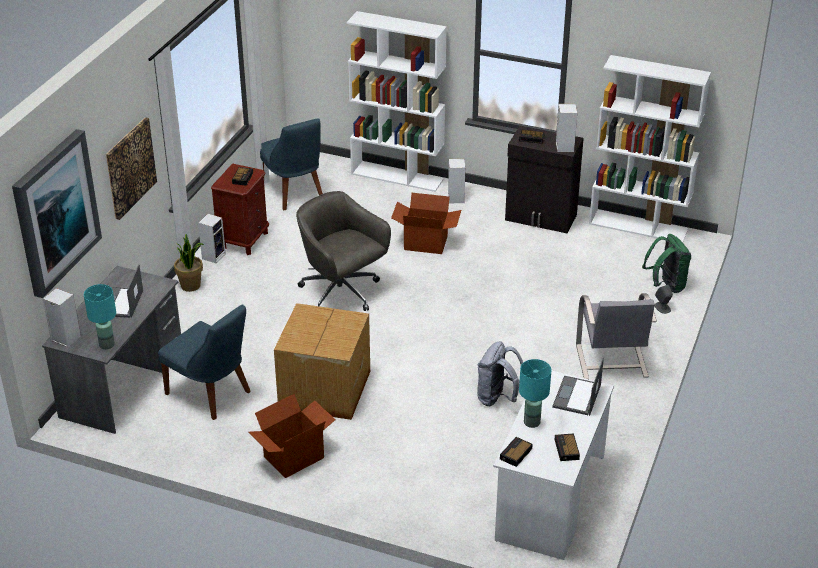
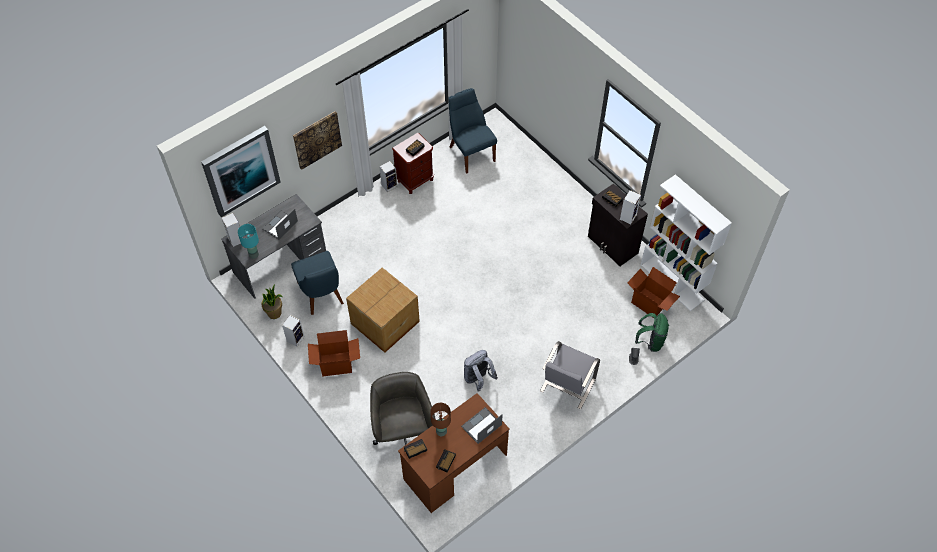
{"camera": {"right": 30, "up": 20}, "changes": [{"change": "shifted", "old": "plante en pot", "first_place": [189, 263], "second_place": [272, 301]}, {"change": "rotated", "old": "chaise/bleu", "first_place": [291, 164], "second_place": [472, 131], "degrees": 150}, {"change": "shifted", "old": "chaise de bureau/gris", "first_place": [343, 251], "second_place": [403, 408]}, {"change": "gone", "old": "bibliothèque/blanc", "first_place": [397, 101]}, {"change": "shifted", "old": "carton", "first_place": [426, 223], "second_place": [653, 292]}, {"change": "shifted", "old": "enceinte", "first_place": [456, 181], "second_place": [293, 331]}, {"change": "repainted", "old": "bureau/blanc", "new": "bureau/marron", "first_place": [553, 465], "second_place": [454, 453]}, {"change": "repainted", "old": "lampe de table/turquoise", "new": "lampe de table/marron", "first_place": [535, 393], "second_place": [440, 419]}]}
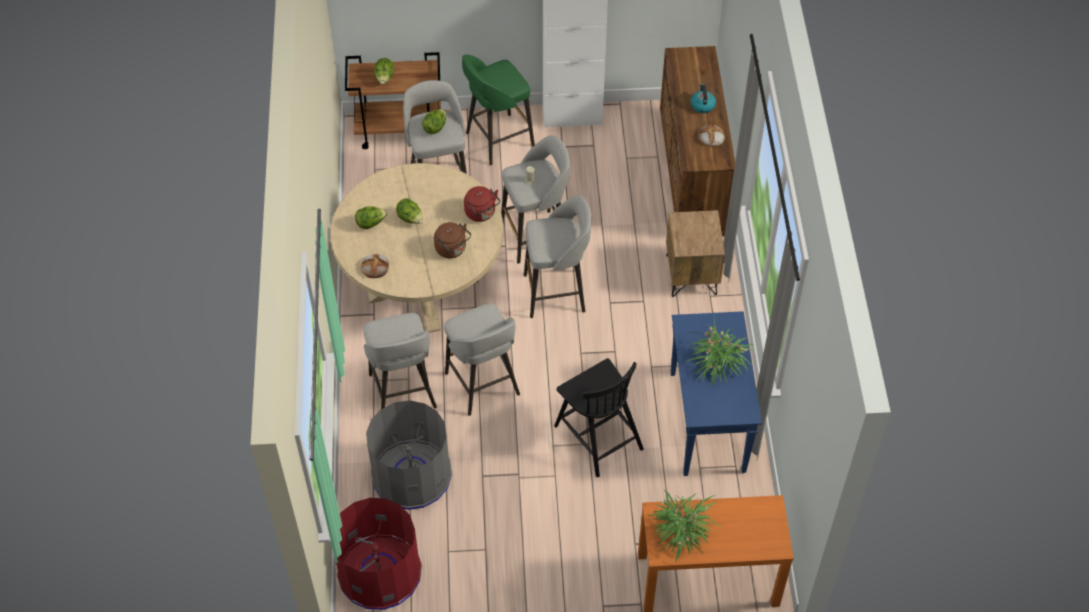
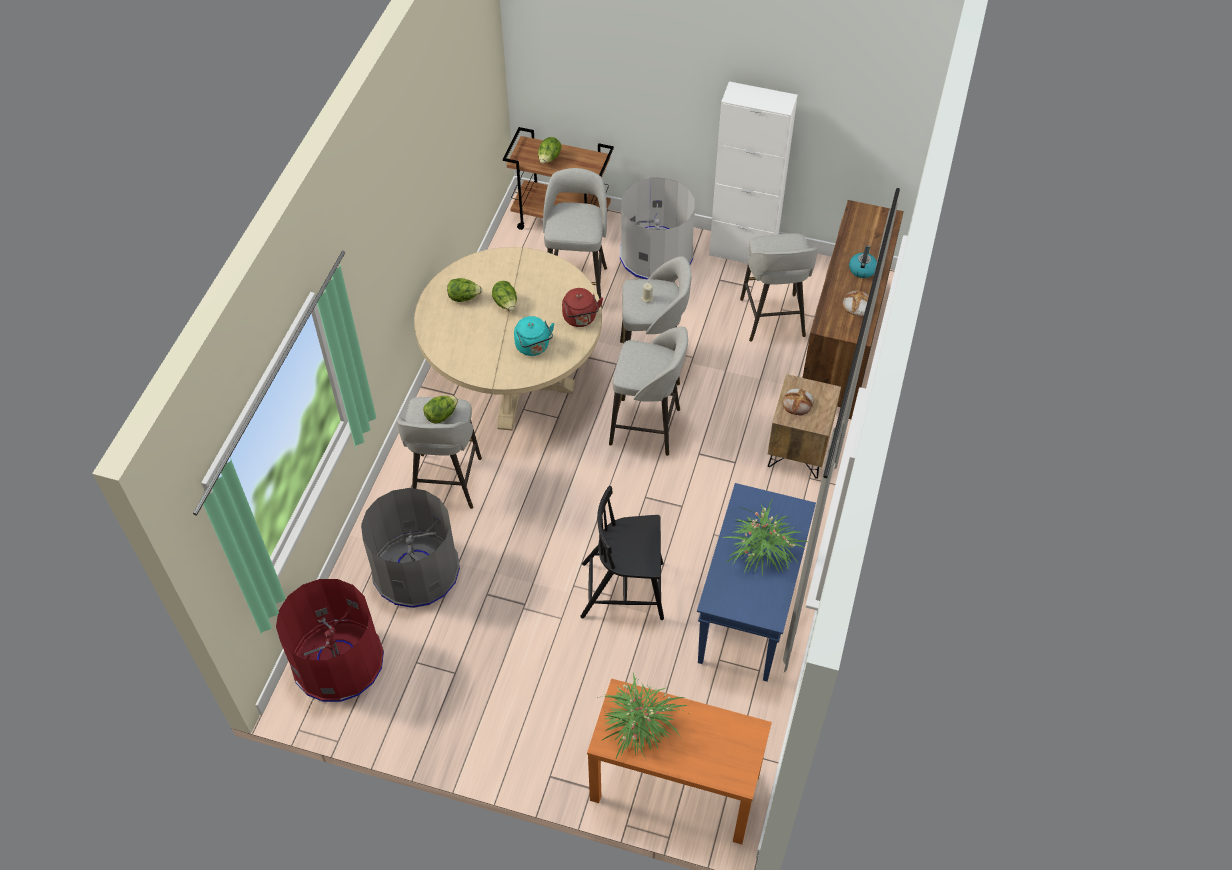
{"camera": {"right": 20, "up": 0}, "changes": [{"change": "shifted", "old": "pain", "first_place": [375, 266], "second_place": [798, 402]}, {"change": "shifted", "old": "laitue", "first_place": [434, 121], "second_place": [440, 410]}, {"change": "repainted", "old": "bouilloire/marron", "new": "bouilloire/turquoise", "first_place": [452, 240], "second_place": [534, 336]}, {"change": "shifted", "old": "tabouret/gris", "first_place": [482, 359], "second_place": [779, 287]}, {"change": "swapped", "old": "tabouret/vert", "new": "poubelle/gris", "first_place": [498, 110], "second_place": [657, 228]}, {"change": "rotated", "old": "chaise/noir", "first_place": [599, 417], "second_place": [622, 553], "degrees": 105}]}
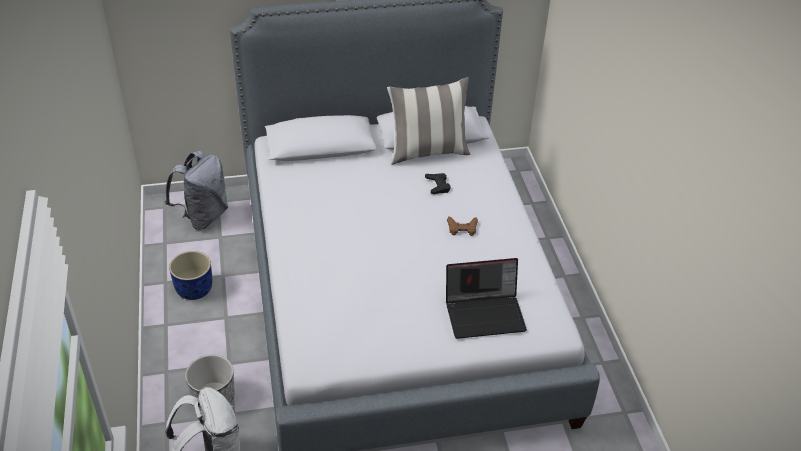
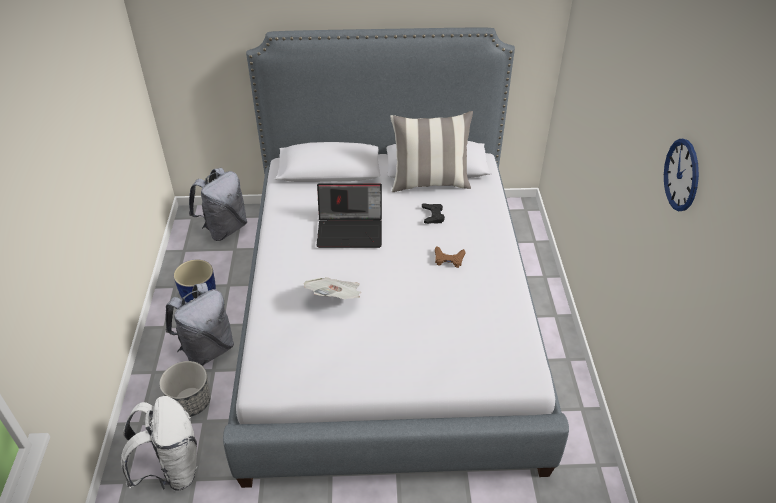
{"camera": {"right": 10, "up": 0}, "changes": [{"change": "shifted", "old": "ordinateur portable", "first_place": [486, 298], "second_place": [349, 215]}, {"change": "new", "new": "sac à dos/gris", "second_place": [200, 324]}, {"change": "new", "new": "journal", "second_place": [332, 288]}, {"change": "new", "new": "horloge murale", "second_place": [681, 175]}]}
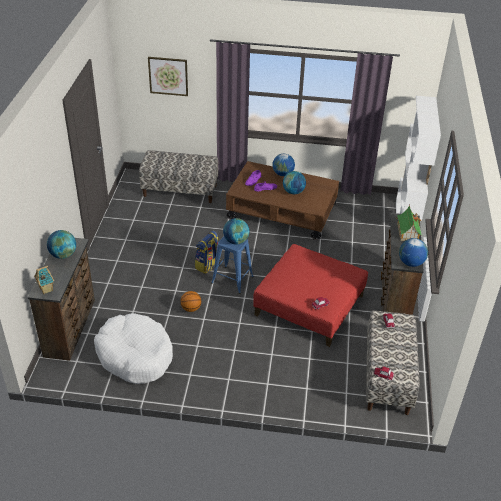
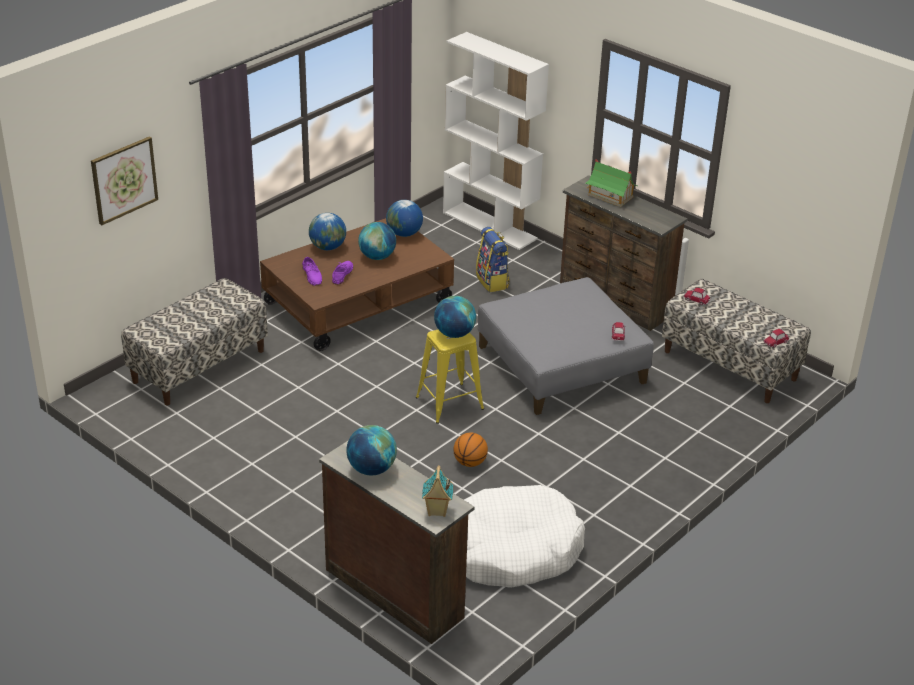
{"camera": {"right": -55, "up": -5}, "changes": [{"change": "shifted", "old": "sac à dos", "first_place": [207, 252], "second_place": [493, 259]}, {"change": "repainted", "old": "tabouret/bleu", "new": "tabouret/jaune", "first_place": [232, 265], "second_place": [450, 377]}, {"change": "repainted", "old": "pouf/rouge", "new": "pouf/gris", "first_place": [310, 295], "second_place": [566, 346]}, {"change": "shifted", "old": "globe", "first_place": [413, 252], "second_place": [404, 218]}]}
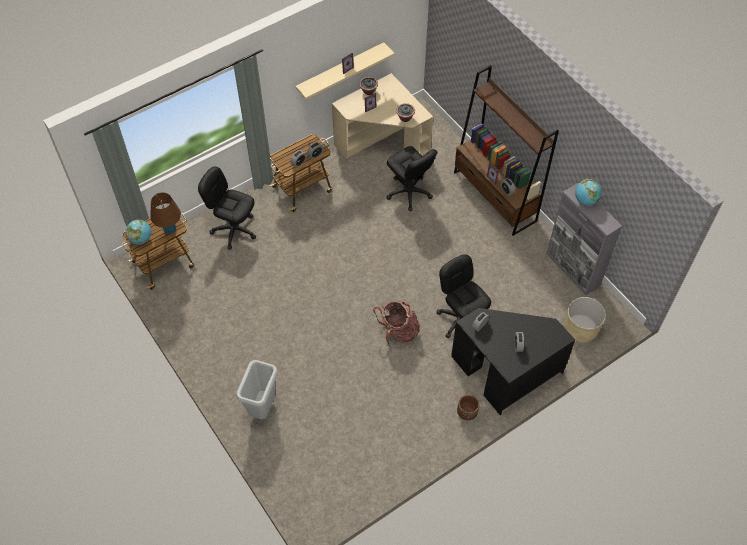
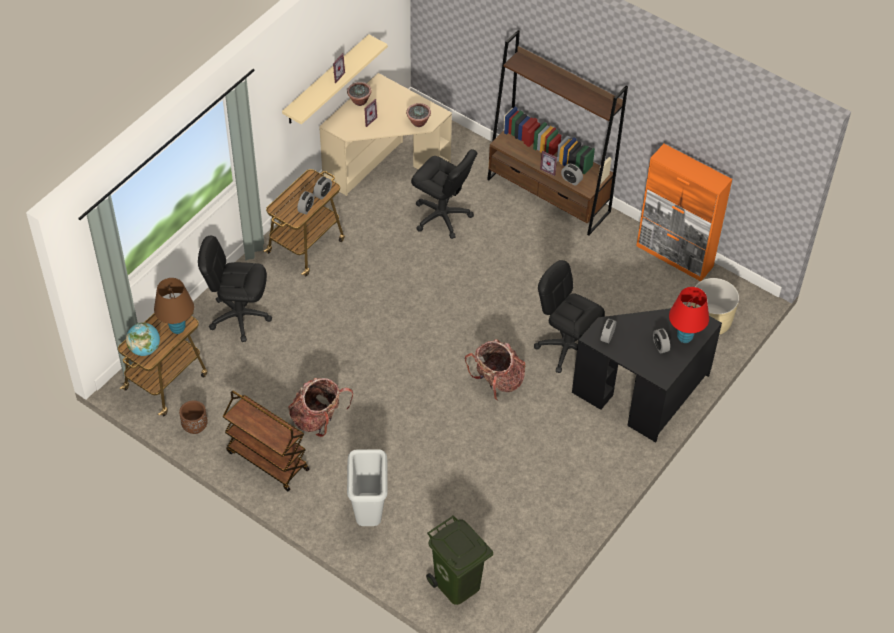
{"camera": {"right": -20, "up": -5}, "changes": [{"change": "shifted", "old": "cache-pot/marron", "first_place": [468, 407], "second_place": [193, 417]}, {"change": "repainted", "old": "meuble de rangement/gris", "new": "meuble de rangement/orange", "first_place": [584, 239], "second_place": [684, 212]}, {"change": "gone", "old": "globe", "first_place": [588, 192]}, {"change": "new", "new": "chariot/marron", "second_place": [265, 441]}, {"change": "new", "new": "sac à dos", "second_place": [320, 407]}, {"change": "new", "new": "poubelle/vert", "second_place": [459, 560]}, {"change": "new", "new": "lampe de table/rouge", "second_place": [689, 315]}]}
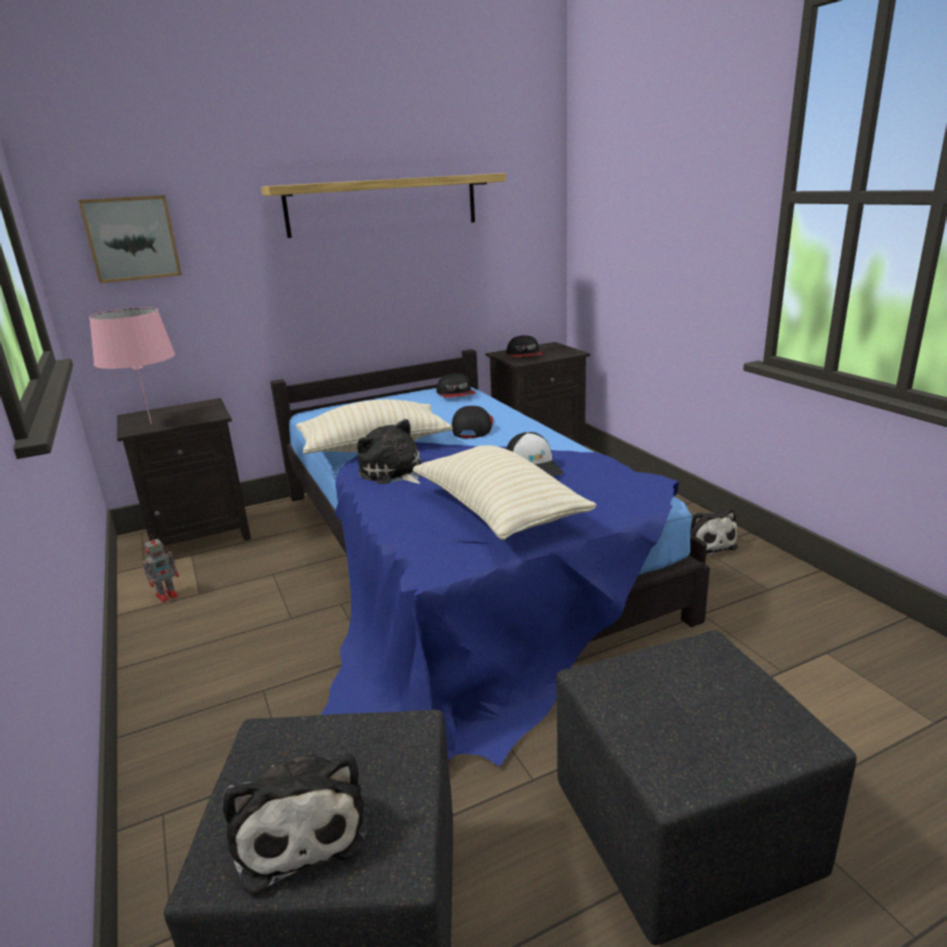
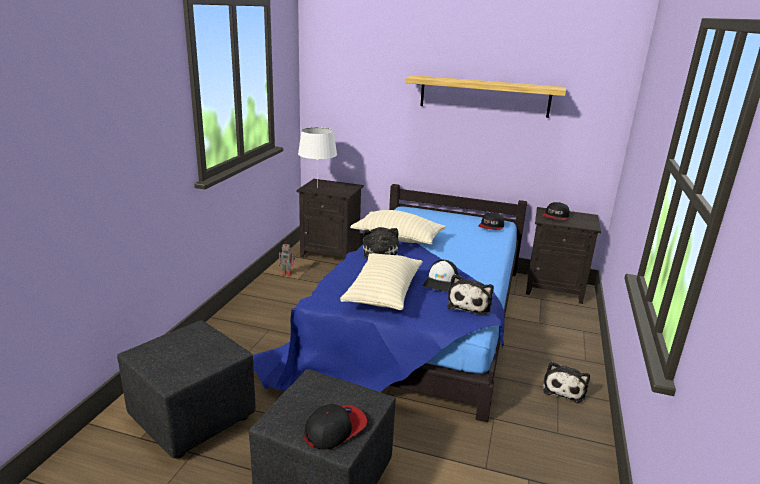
{"camera": {"right": 40, "up": 0}, "changes": [{"change": "gone", "old": "tableau", "first_place": [130, 239]}, {"change": "repainted", "old": "lampe de table/rose", "new": "lampe de table/blanc", "first_place": [132, 365], "second_place": [317, 155]}, {"change": "shifted", "old": "peluche", "first_place": [294, 824], "second_place": [470, 294]}, {"change": "shifted", "old": "casquette", "first_place": [472, 422], "second_place": [335, 427]}]}
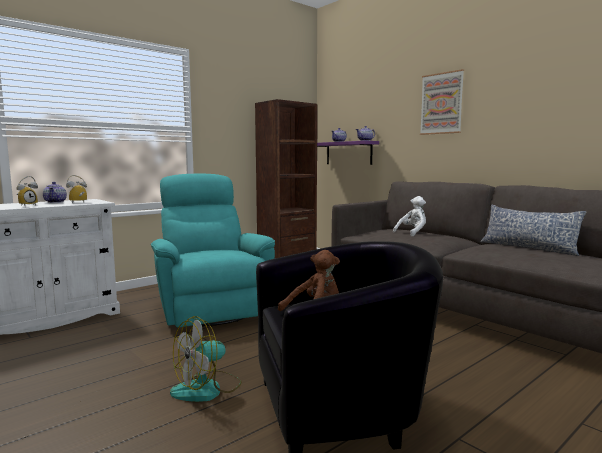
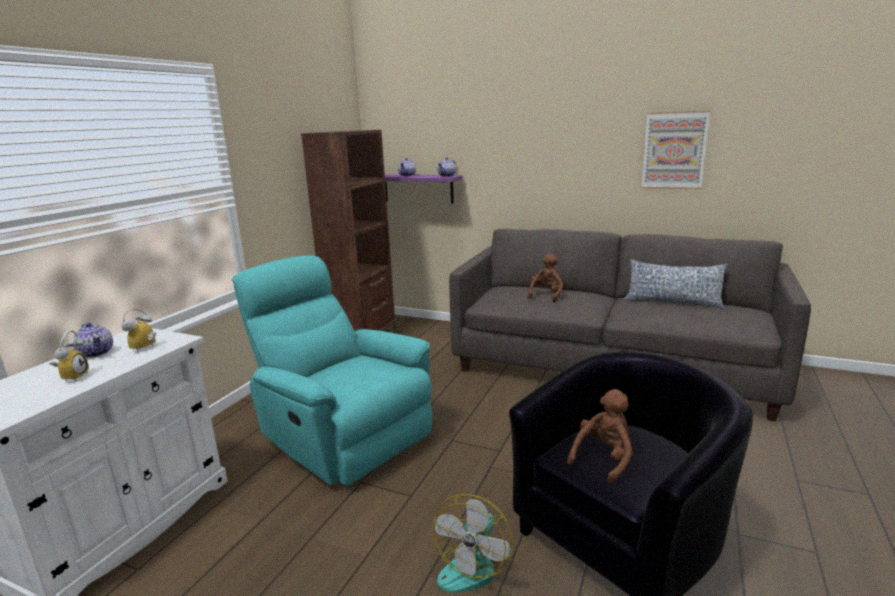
{"camera": {"right": -25, "up": 10}, "changes": [{"change": "repainted", "old": "peluche/blanc", "new": "peluche/marron", "first_place": [409, 216], "second_place": [545, 278]}, {"change": "shifted", "old": "tableau", "first_place": [442, 102], "second_place": [676, 149]}]}
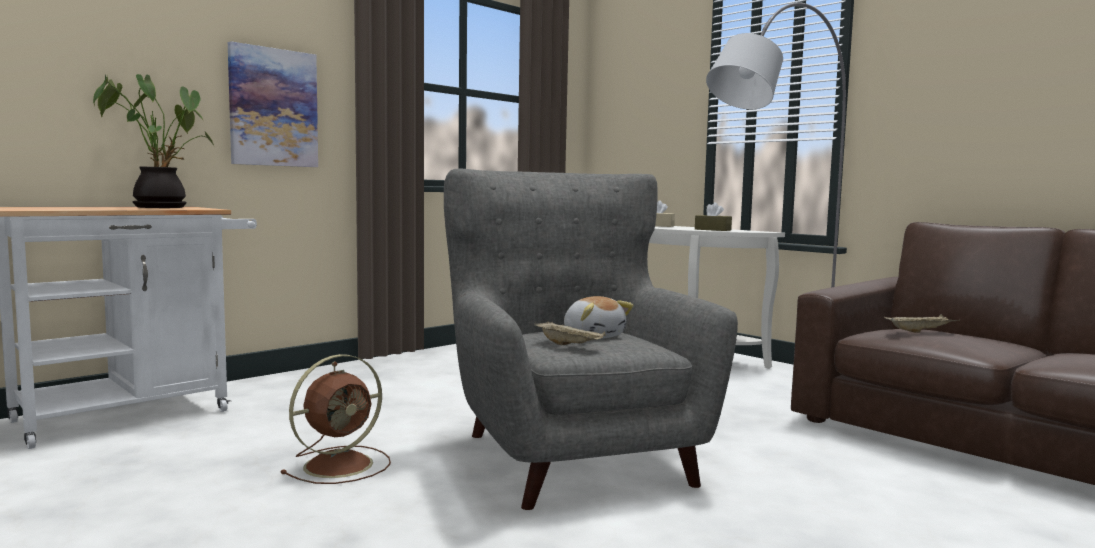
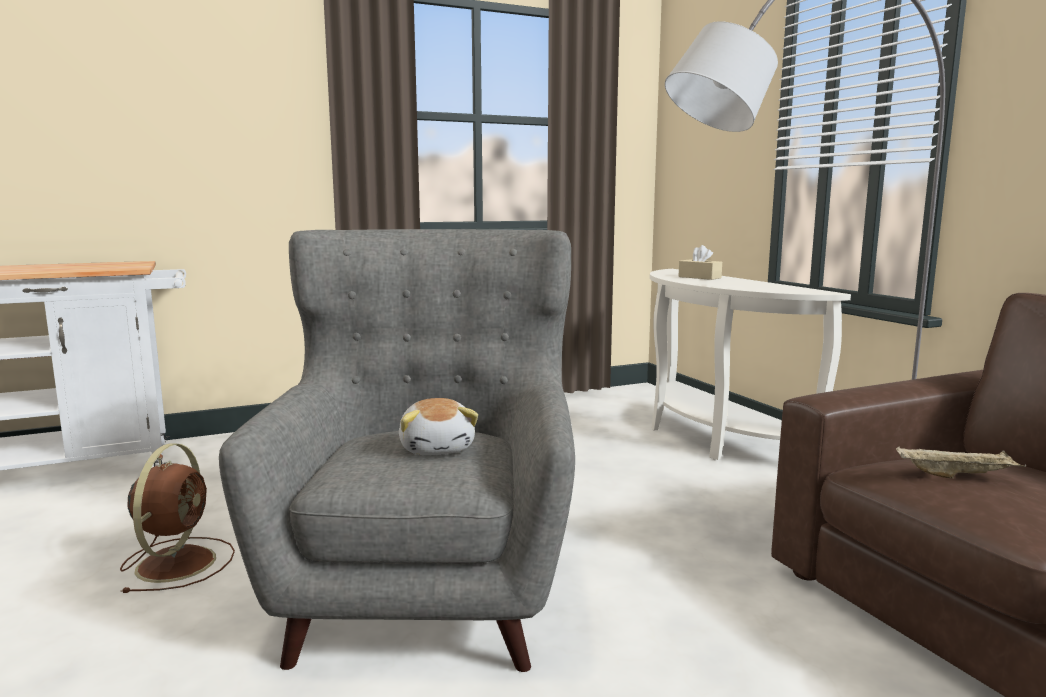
{"camera": {"right": 20, "up": 5}, "changes": [{"change": "gone", "old": "plante en pot", "first_place": [153, 141]}, {"change": "gone", "old": "tableau", "first_place": [273, 104]}, {"change": "rotated", "old": "ventilateur/marron", "first_place": [335, 419], "second_place": [177, 518], "degrees": -60}, {"change": "gone", "old": "plateau/beige", "first_place": [570, 333]}, {"change": "gone", "old": "boîte à mouchoirs/marron", "first_place": [713, 216]}]}
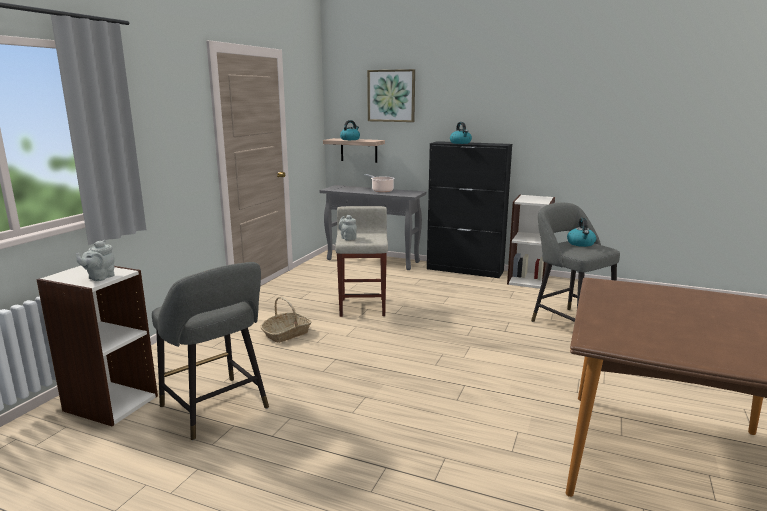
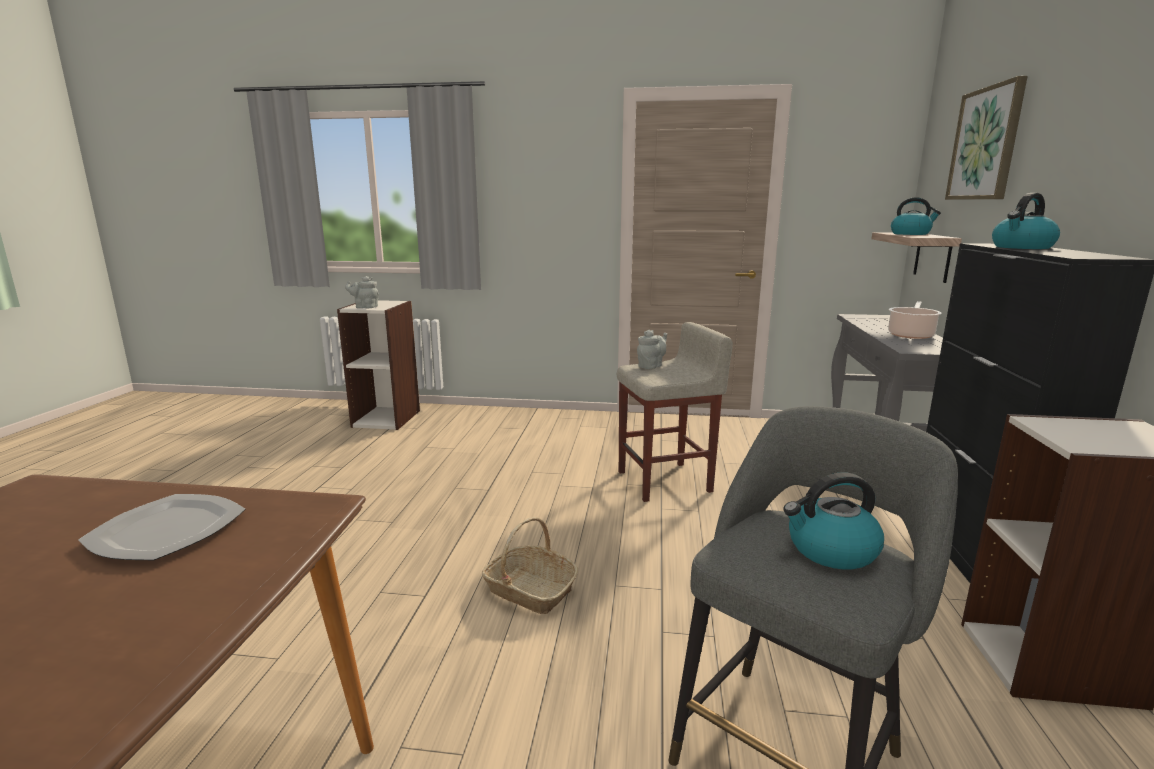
{"camera": {"right": 75, "up": 0}, "changes": [{"change": "gone", "old": "tabouret/gris", "first_place": [210, 351]}, {"change": "shifted", "old": "panier", "first_place": [285, 319], "second_place": [530, 565]}, {"change": "new", "new": "assiette", "second_place": [161, 527]}]}
